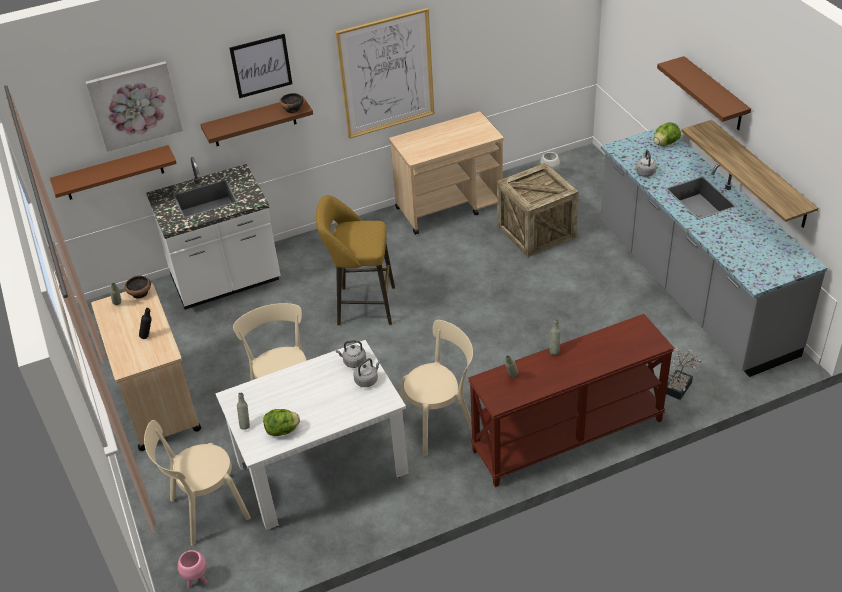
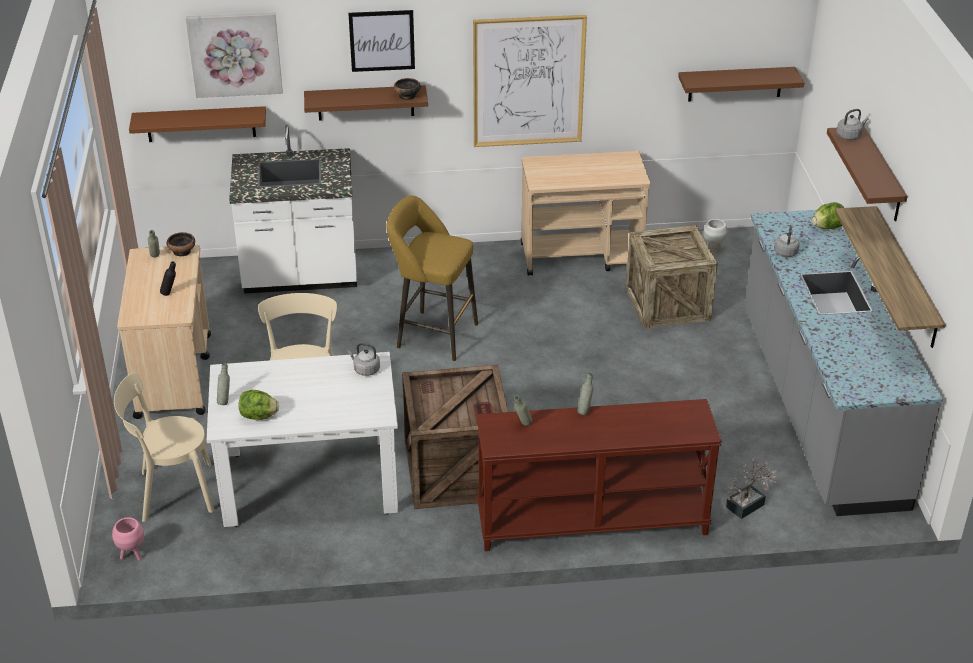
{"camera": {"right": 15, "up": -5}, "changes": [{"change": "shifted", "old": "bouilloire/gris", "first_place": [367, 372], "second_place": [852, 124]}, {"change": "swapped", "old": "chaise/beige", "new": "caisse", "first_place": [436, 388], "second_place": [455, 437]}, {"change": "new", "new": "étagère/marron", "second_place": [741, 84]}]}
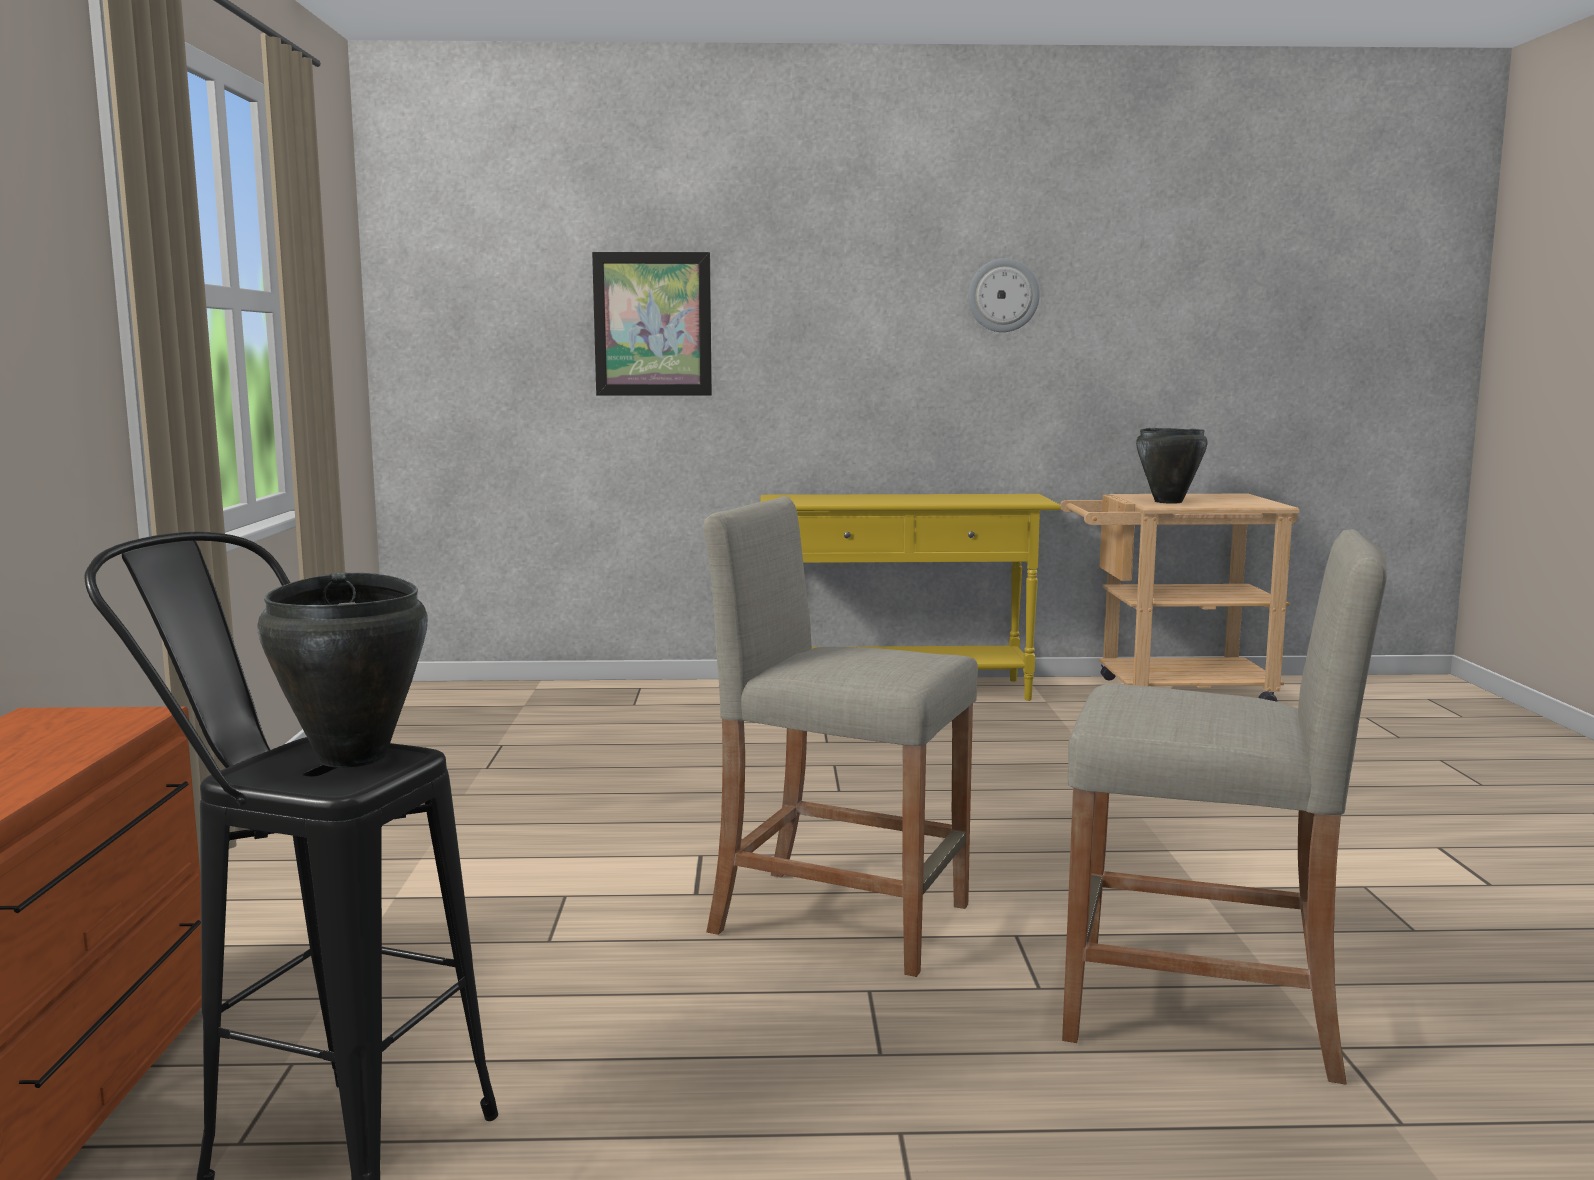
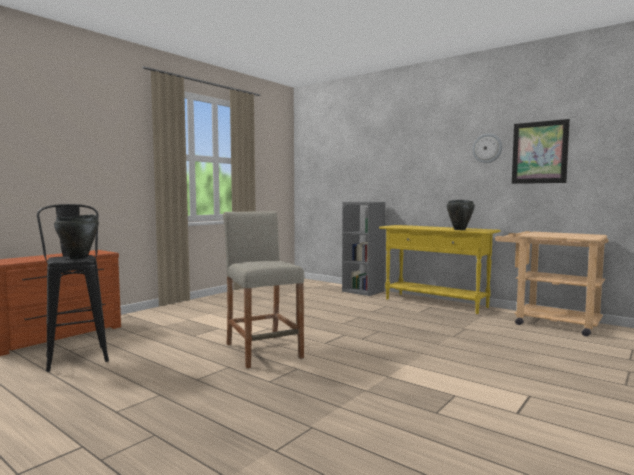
{"camera": {"right": 40, "up": -5}, "changes": [{"change": "shifted", "old": "tableau", "first_place": [652, 324], "second_place": [541, 151]}, {"change": "gone", "old": "tabouret/beige", "first_place": [1224, 807]}, {"change": "shifted", "old": "marmite/noir", "first_place": [1172, 466], "second_place": [461, 215]}, {"change": "new", "new": "bibliothèque/gris", "second_place": [363, 249]}]}
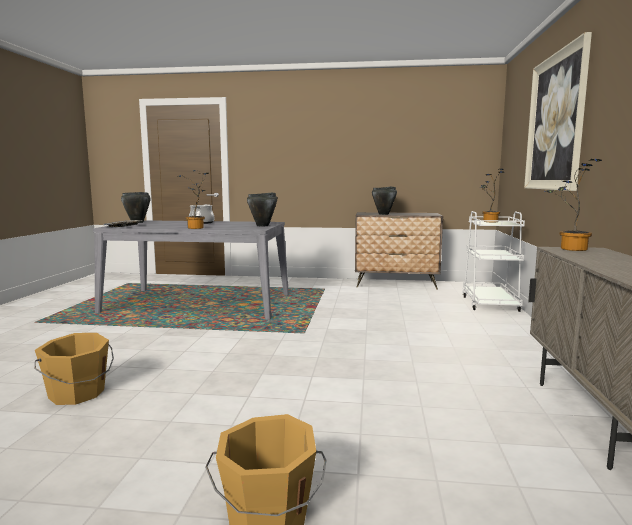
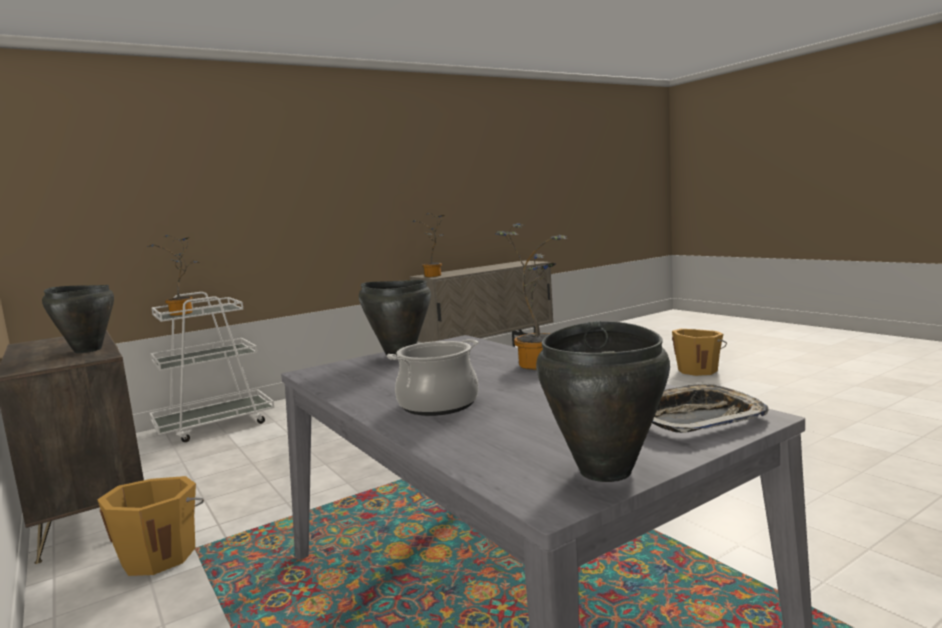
{"camera": {"right": -130, "up": 0}, "changes": [{"change": "shifted", "old": "seau/orange", "first_place": [74, 369], "second_place": [150, 526]}, {"change": "gone", "old": "tableau", "first_place": [558, 111]}]}
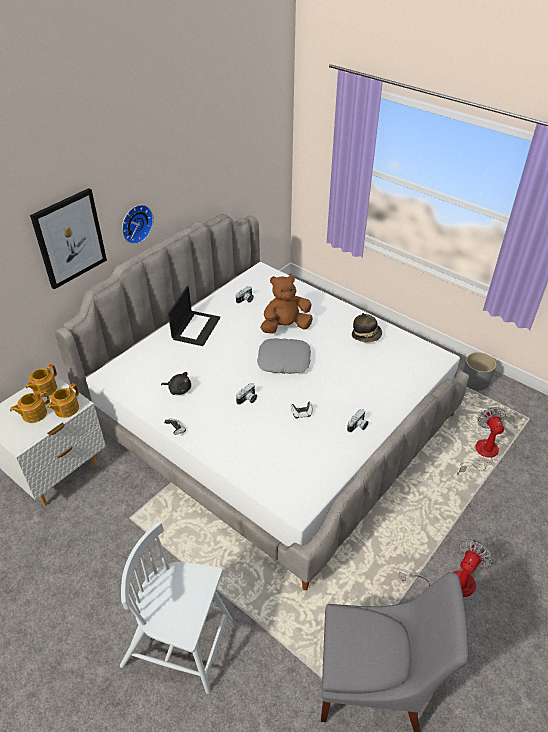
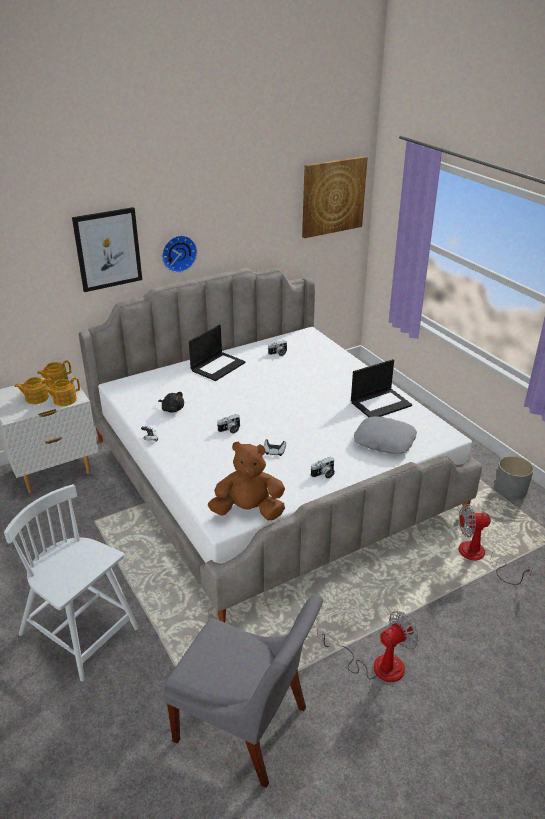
{"camera": {"right": 20, "up": -10}, "changes": [{"change": "shifted", "old": "coussin/gris", "first_place": [284, 356], "second_place": [385, 435]}, {"change": "shifted", "old": "peluche/marron", "first_place": [286, 304], "second_place": [246, 481]}, {"change": "swapped", "old": "chapeau", "new": "ordinateur portable", "first_place": [367, 328], "second_place": [381, 388]}, {"change": "rotated", "old": "ventilateur", "first_place": [481, 441], "second_place": [495, 544], "degrees": -105}, {"change": "new", "new": "tableau", "second_place": [335, 197]}]}
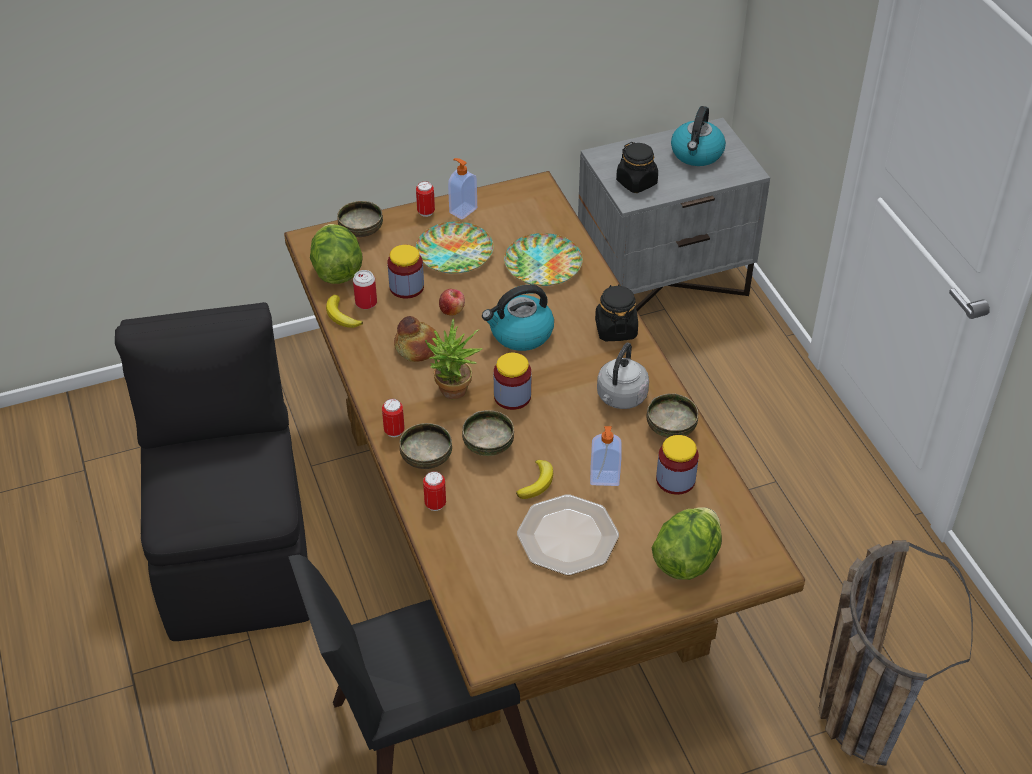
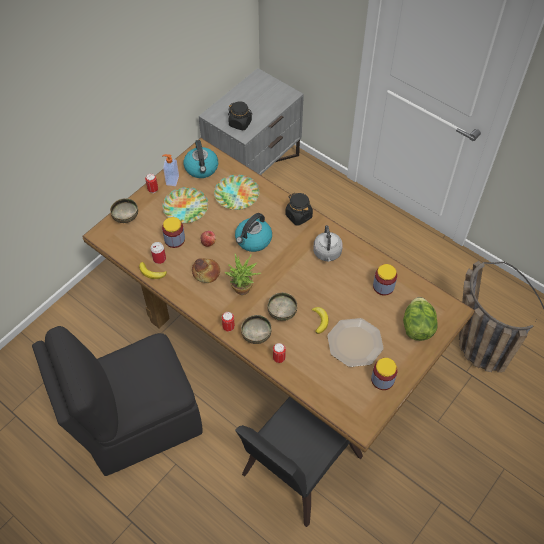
{"camera": {"right": -30, "up": 10}, "changes": [{"change": "rotated", "old": "chaise/noir", "first_place": [212, 471], "second_place": [117, 401], "degrees": -75}, {"change": "gone", "old": "laitue", "first_place": [336, 254]}, {"change": "shifted", "old": "bocal", "first_place": [512, 381], "second_place": [384, 374]}, {"change": "gone", "old": "distributeur de savon", "first_place": [606, 456]}, {"change": "gone", "old": "bol", "first_place": [672, 415]}, {"change": "shifted", "old": "bouilloire", "first_place": [698, 136], "second_place": [201, 159]}]}
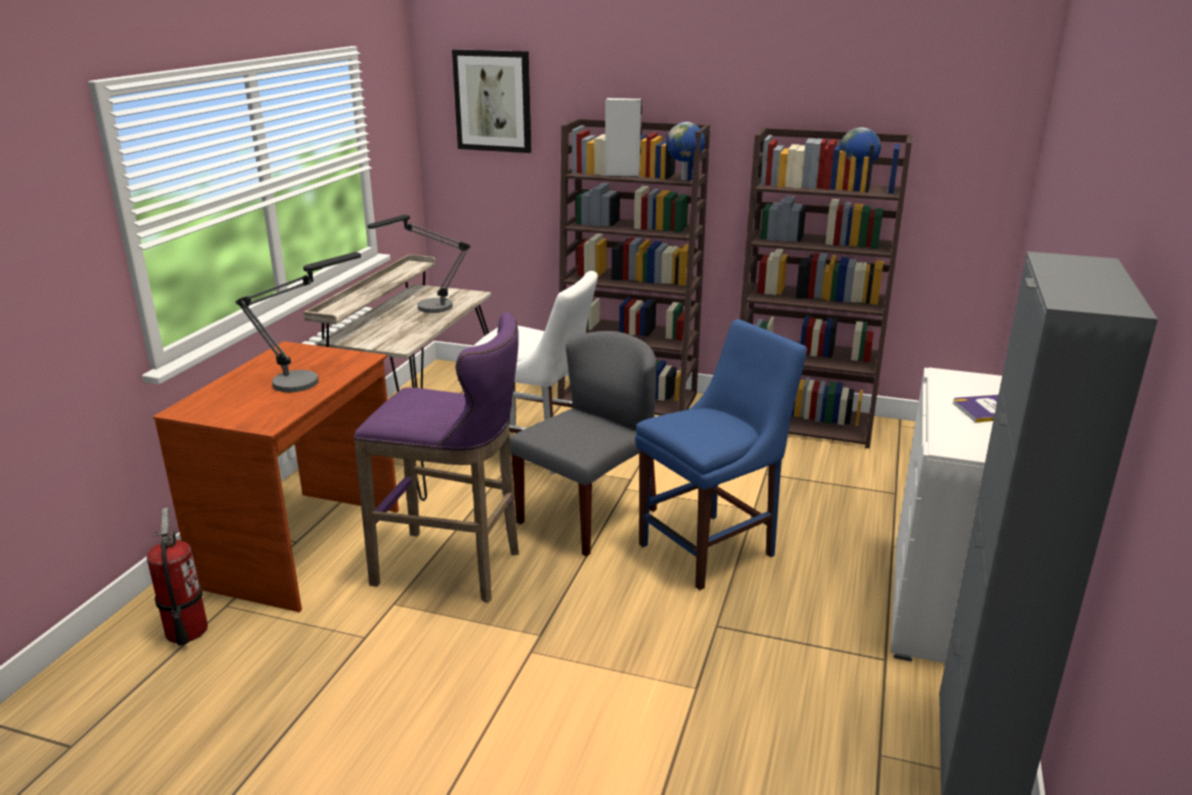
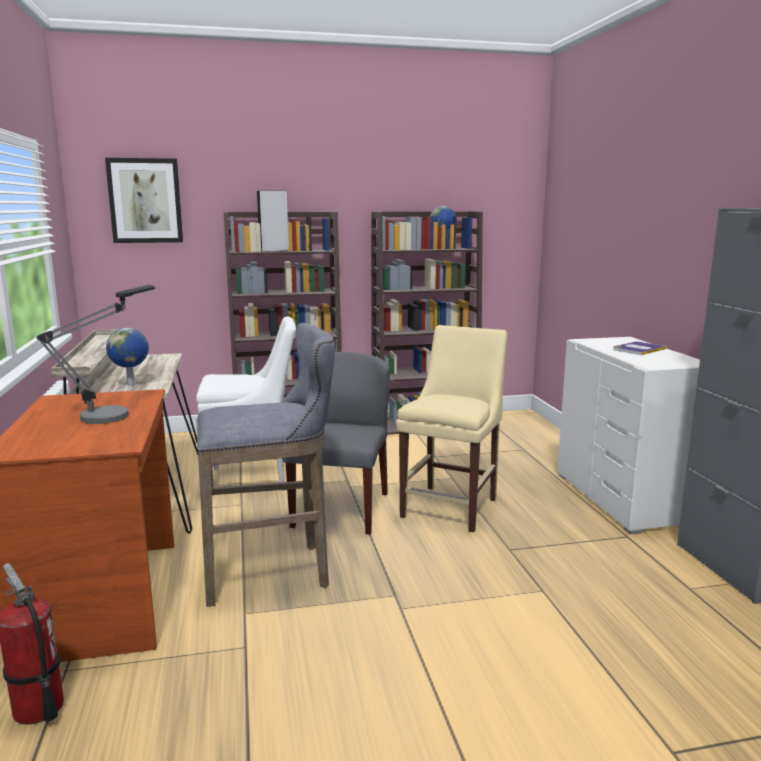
{"camera": {"right": -30, "up": -10}, "changes": [{"change": "repainted", "old": "tabouret/violet", "new": "tabouret/gris", "first_place": [436, 457], "second_place": [266, 465]}, {"change": "gone", "old": "lampe de table", "first_place": [418, 264]}, {"change": "repainted", "old": "chaise/bleu", "new": "chaise/beige", "first_place": [721, 454], "second_place": [451, 428]}, {"change": "shifted", "old": "globe", "first_place": [685, 151], "second_place": [127, 357]}]}
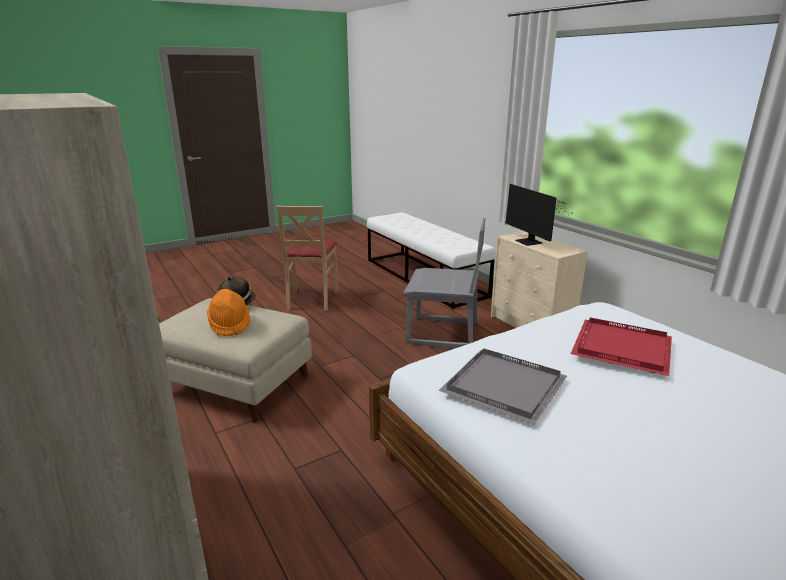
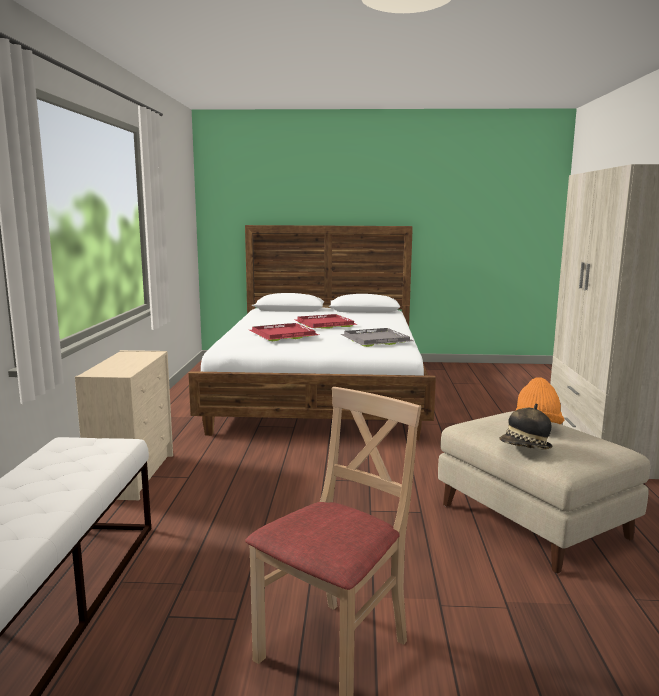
{"camera": {"right": -145, "up": -10}, "changes": [{"change": "gone", "old": "chaise/gris", "first_place": [444, 283]}, {"change": "gone", "old": "écran d'ordinateur", "first_place": [538, 215]}, {"change": "new", "new": "plateau/rouge", "second_place": [326, 321]}]}
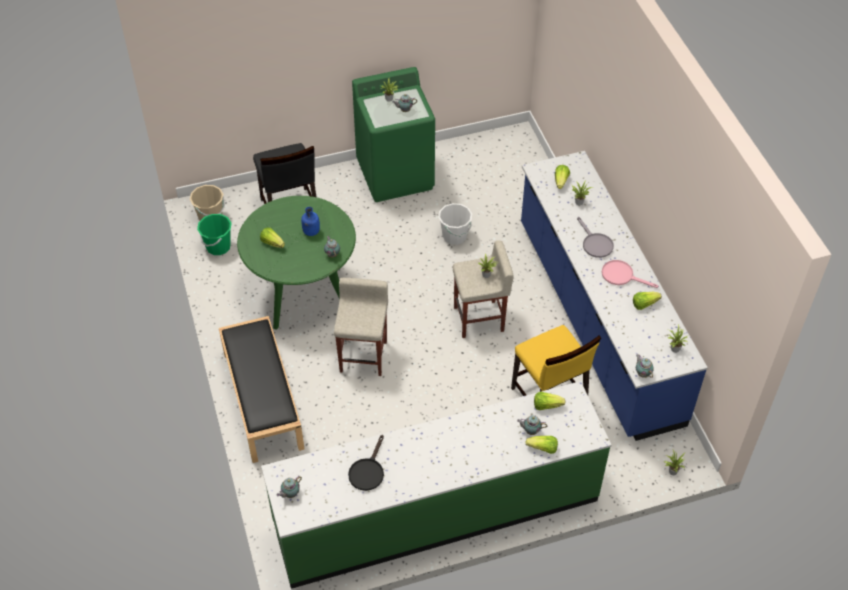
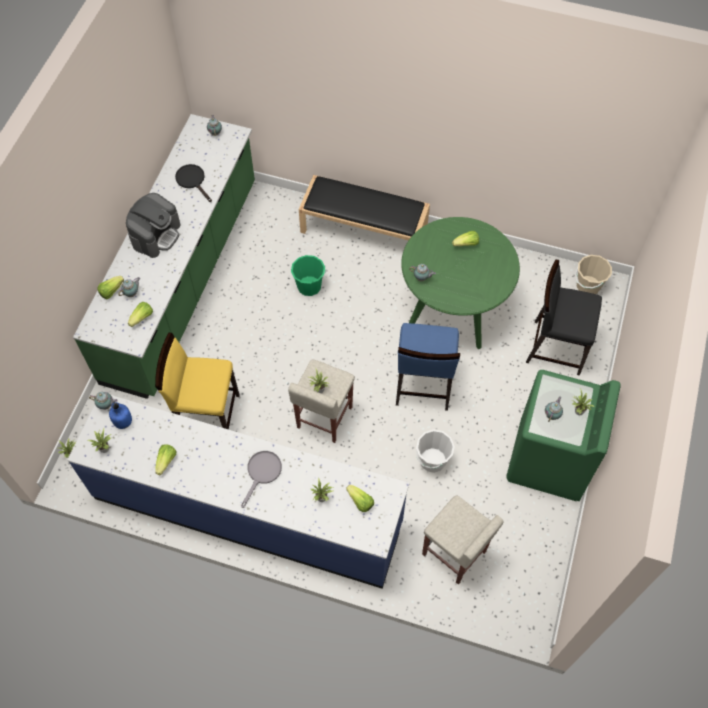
{"camera": {"right": 125, "up": 10}, "changes": [{"change": "shifted", "old": "seau/vert", "first_place": [214, 234], "second_place": [308, 275]}, {"change": "shifted", "old": "bouteille/bleu", "first_place": [310, 221], "second_place": [120, 415]}, {"change": "shifted", "old": "tabouret/beige", "first_place": [361, 327], "second_place": [463, 540]}, {"change": "rotated", "old": "poêle/gris", "first_place": [595, 237], "second_place": [261, 479], "degrees": 105}, {"change": "gone", "old": "poêle/rose", "first_place": [630, 274]}, {"change": "new", "new": "machine à café", "second_place": [153, 225]}, {"change": "new", "new": "chaise/bleu", "second_place": [428, 367]}]}
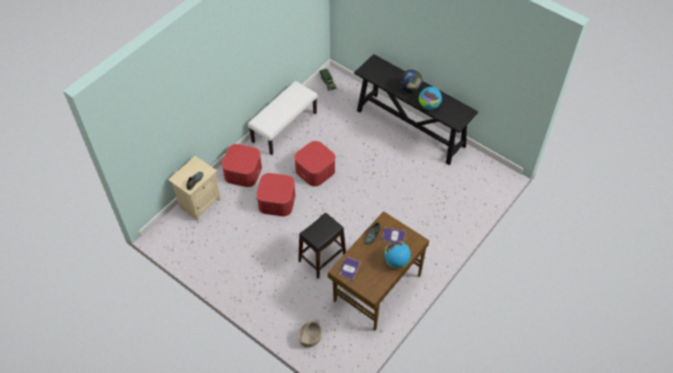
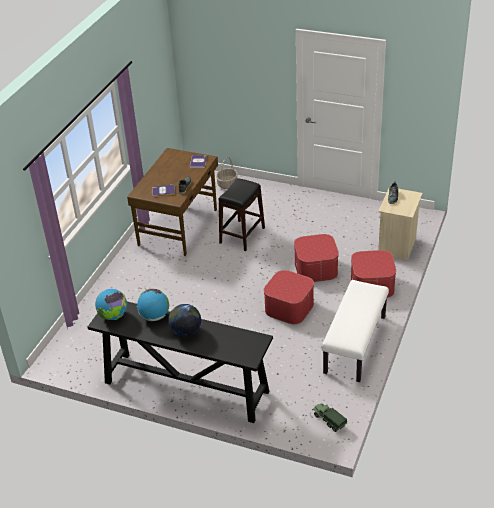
{"camera": {"right": 165, "up": -15}, "changes": [{"change": "shifted", "old": "globe", "first_place": [397, 254], "second_place": [111, 304]}]}
